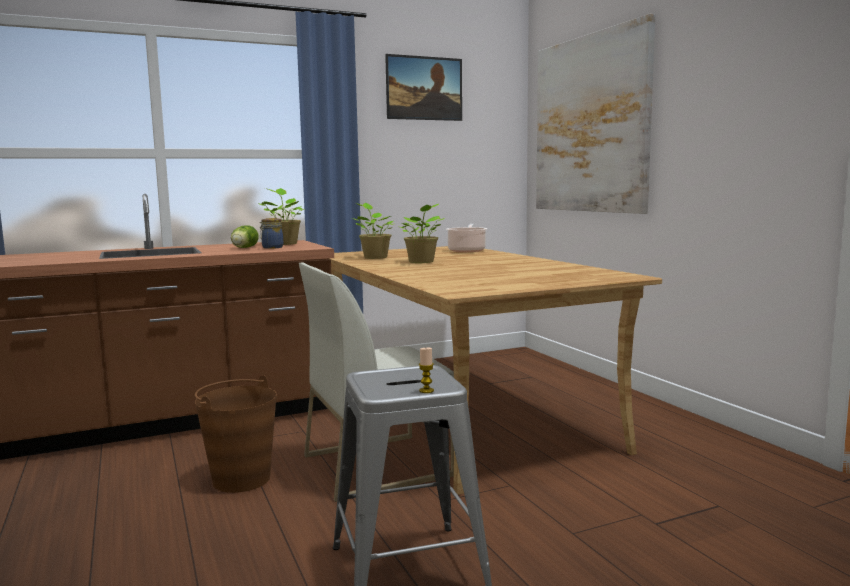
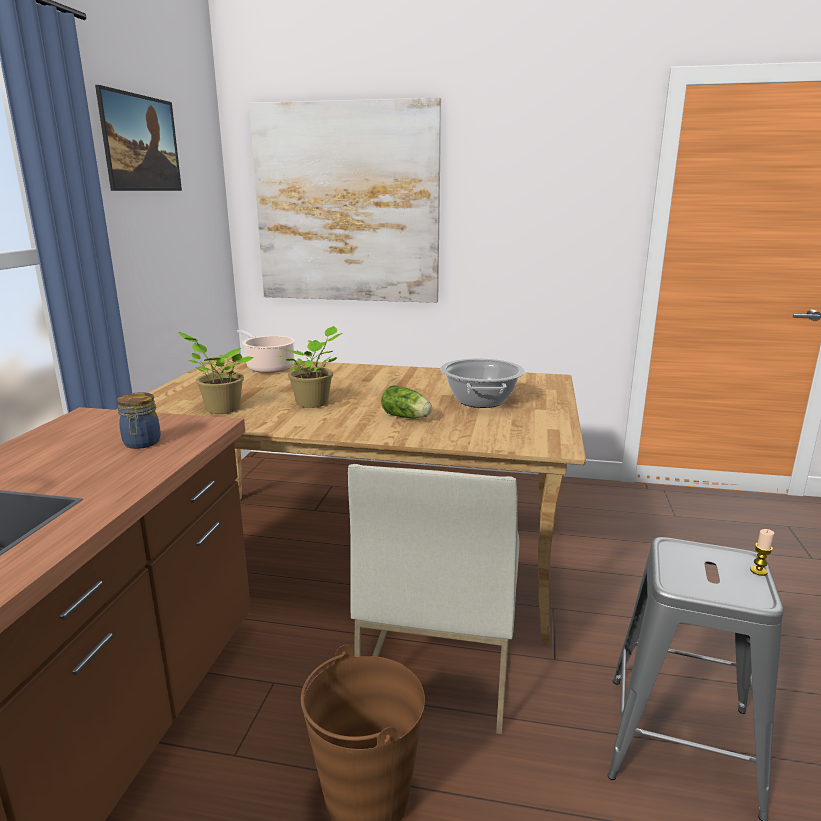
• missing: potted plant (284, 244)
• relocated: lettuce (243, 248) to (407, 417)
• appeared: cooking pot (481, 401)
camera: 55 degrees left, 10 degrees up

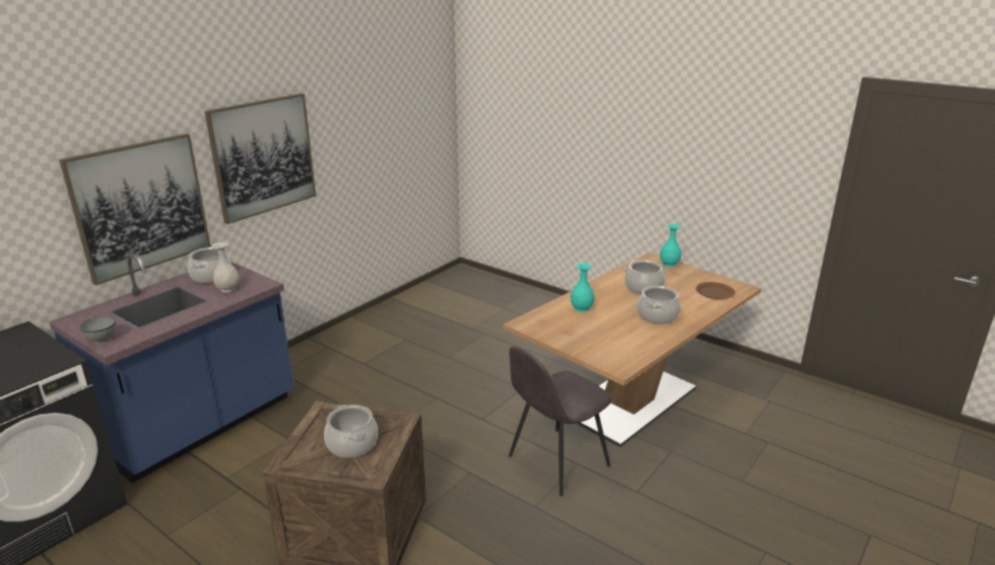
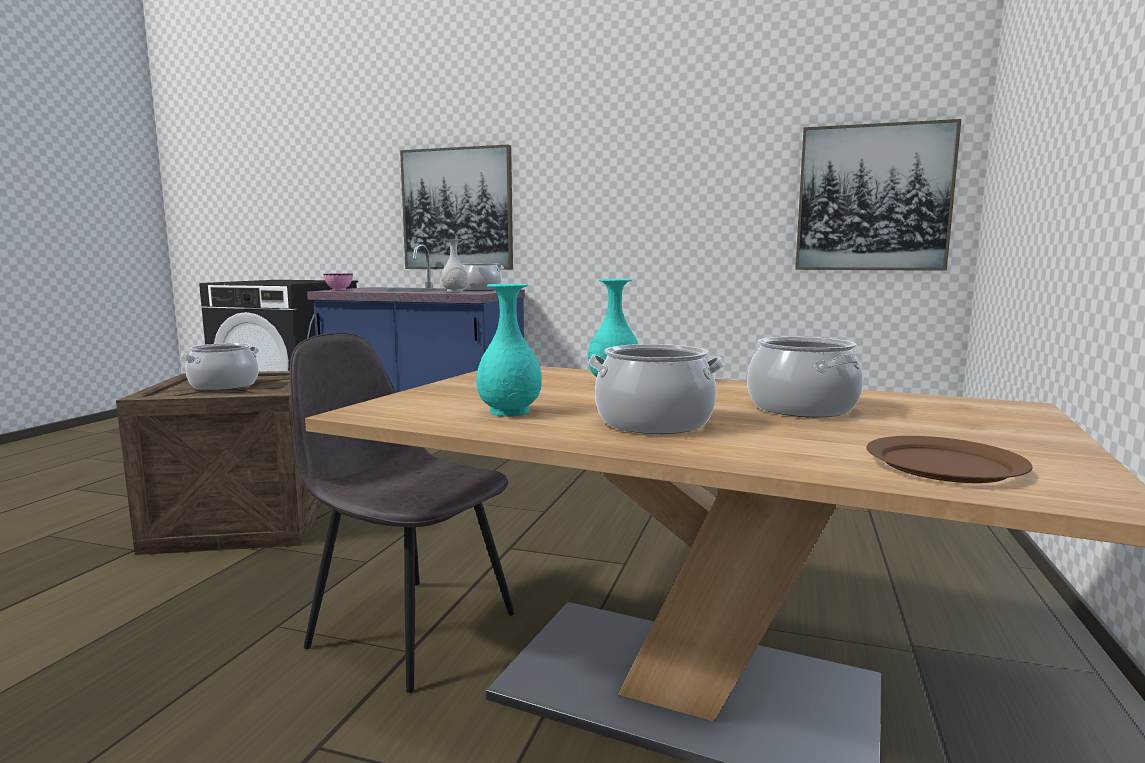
• relocated: picture (263, 156) to (873, 198)
• relocated: turquoise vase (669, 264) to (510, 412)
• colour: grey bowl (102, 339) to pink bowl (339, 289)
camera: 70 degrees right, 15 degrees down

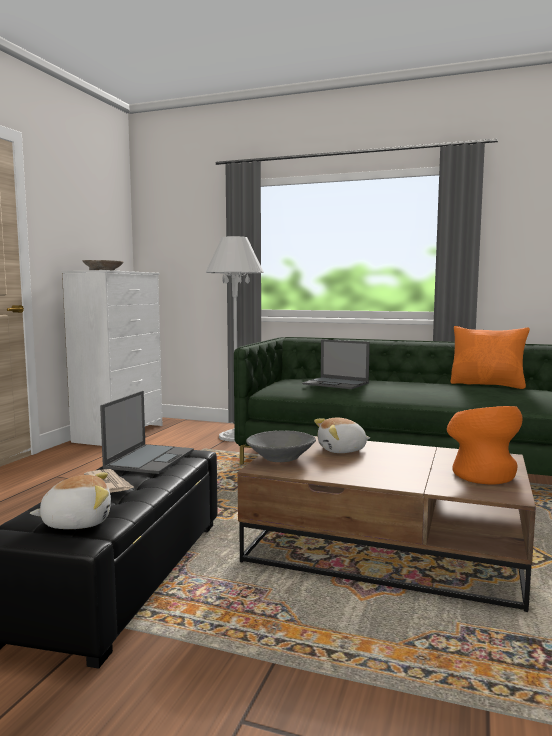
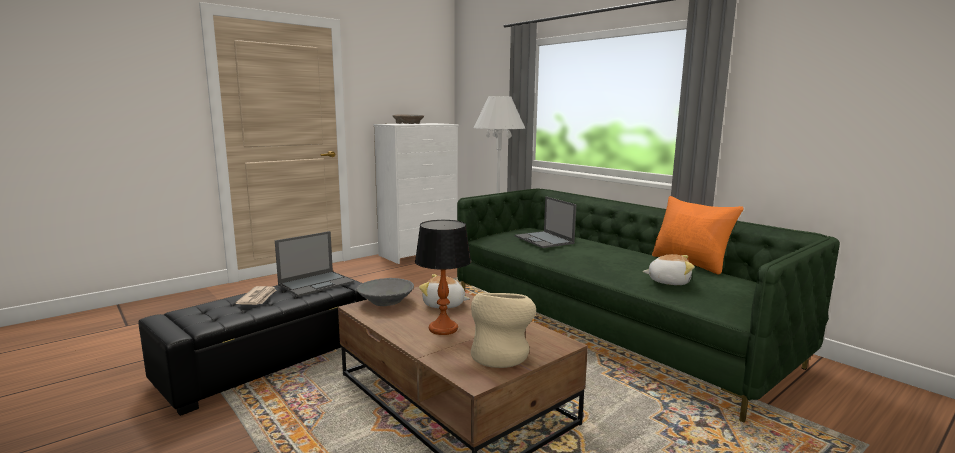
• colour: orange vase (481, 474) to beige vase (500, 354)
• relocated: plush toy (77, 522) to (668, 281)
• appeared: table lamp (443, 329)
camera: 30 degrees right, 5 degrees up

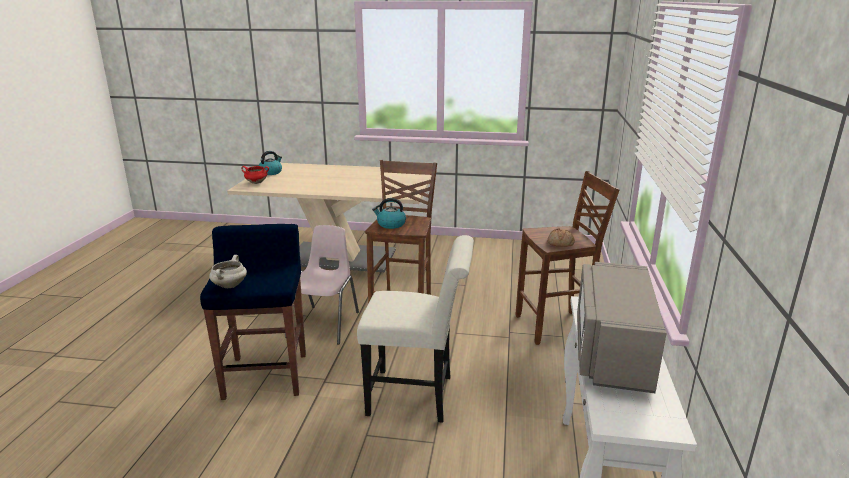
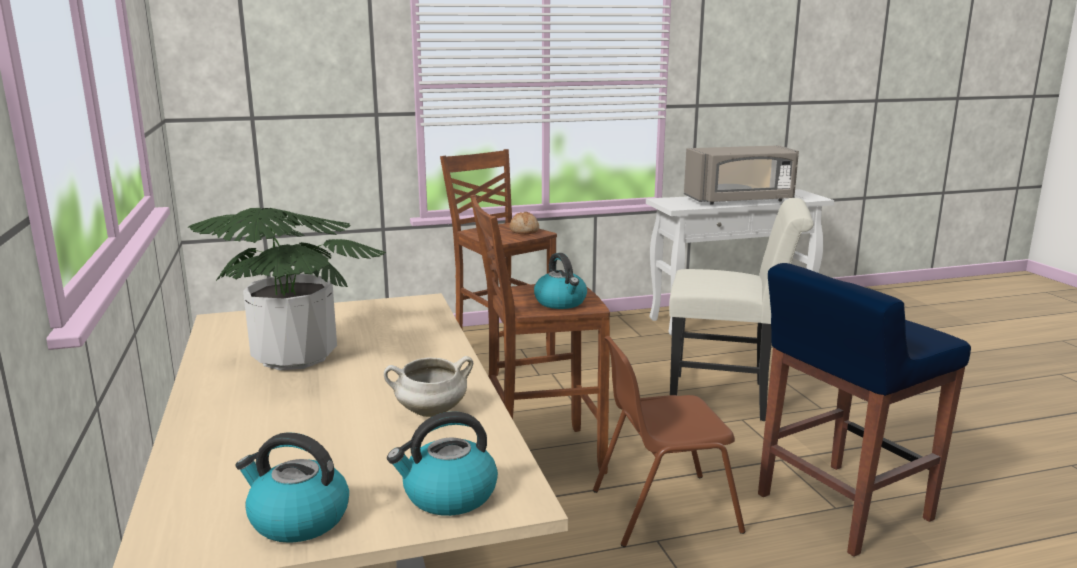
• exchanged: red cooking pot (256, 183) to kettle (448, 495)
• colour: pink chair (325, 324) to brown chair (662, 510)
• spun: white chair (417, 396) = (728, 398) 120 degrees clockwise
• relocated: white cooking pot (229, 285) to (430, 412)
• appeared: potted plant (295, 357)
camera: 115 degrees left, 5 degrees down

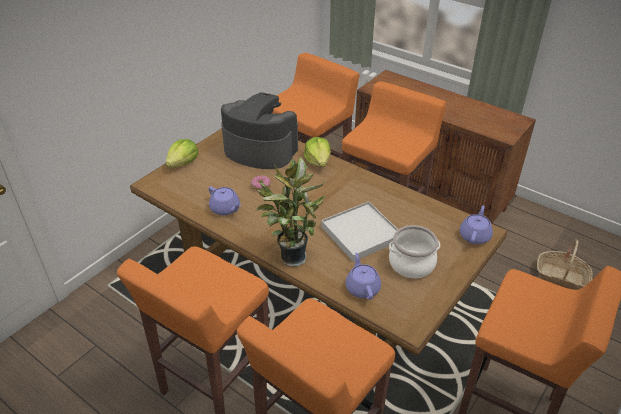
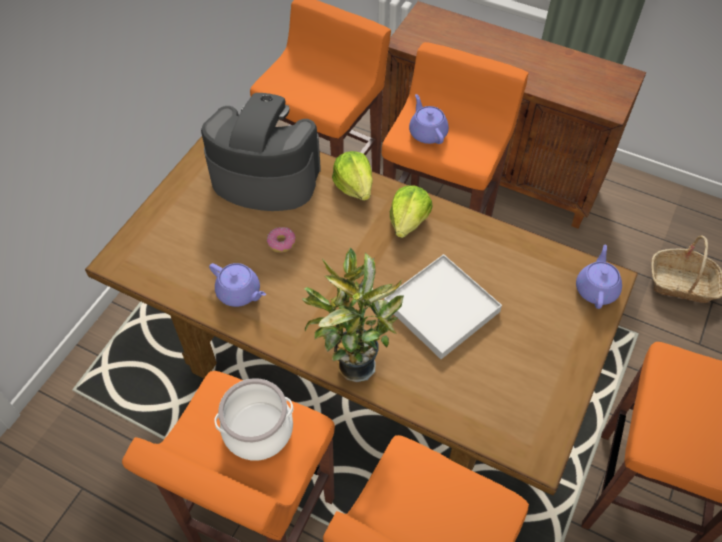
• relocated: lettuce (183, 163) to (408, 221)
• relocated: cooking pot (411, 264) to (258, 431)
• relocated: purple teapot (362, 287) to (427, 132)
camera: 10 degrees left, 15 degrees up

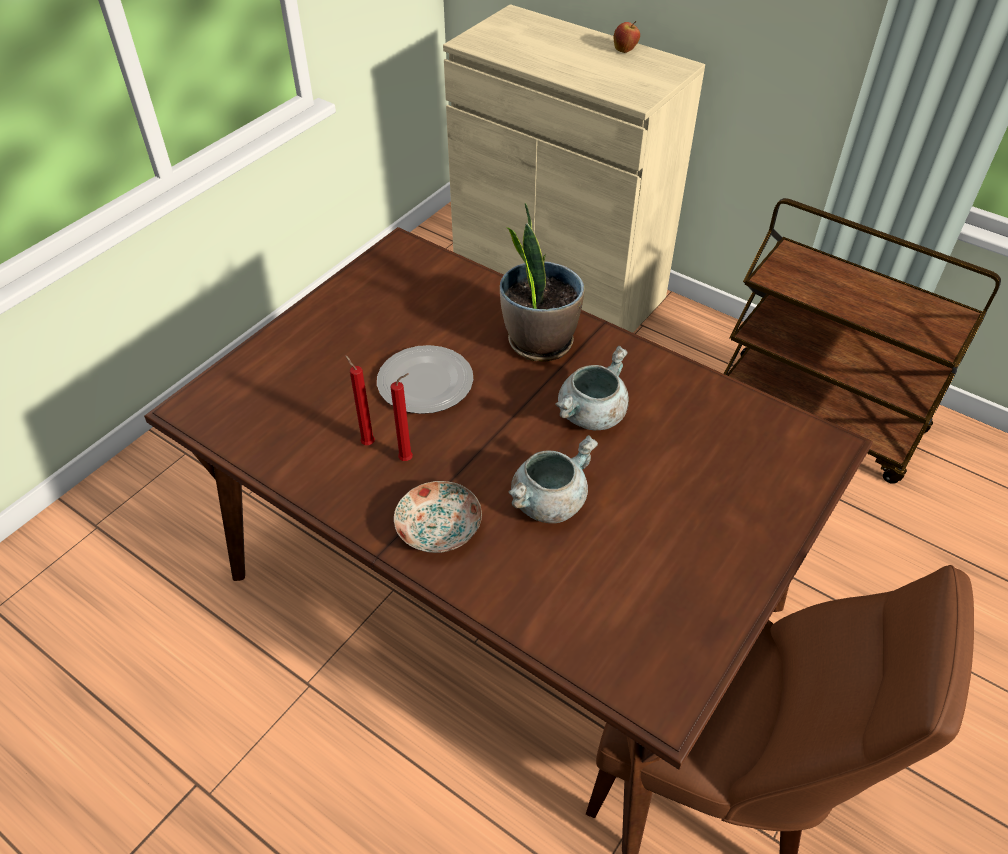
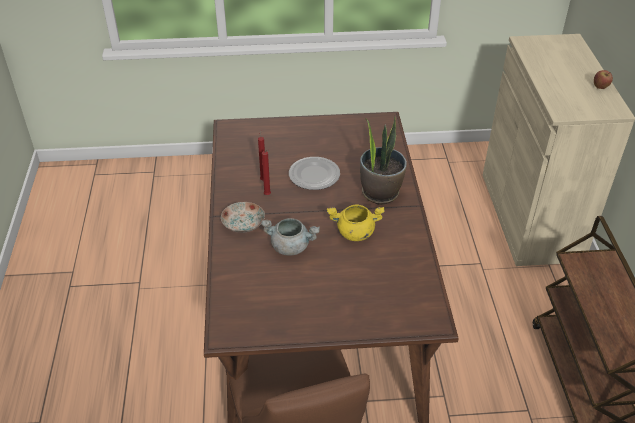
• colour: grey cooking pot (591, 416) to yellow cooking pot (354, 233)
camera: 50 degrees right, 5 degrees down

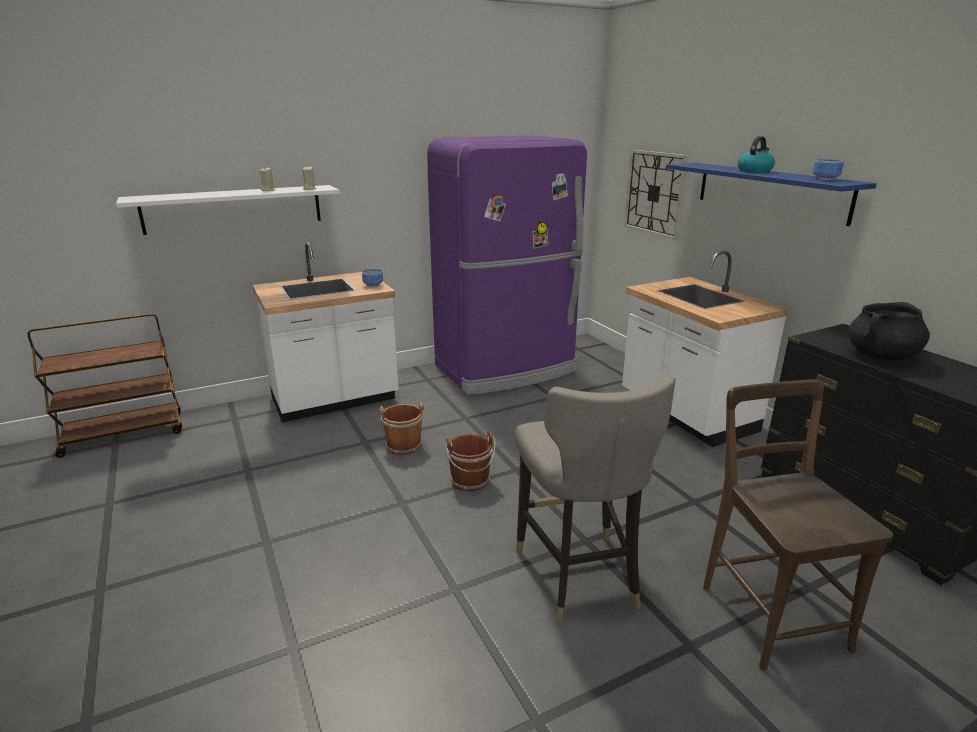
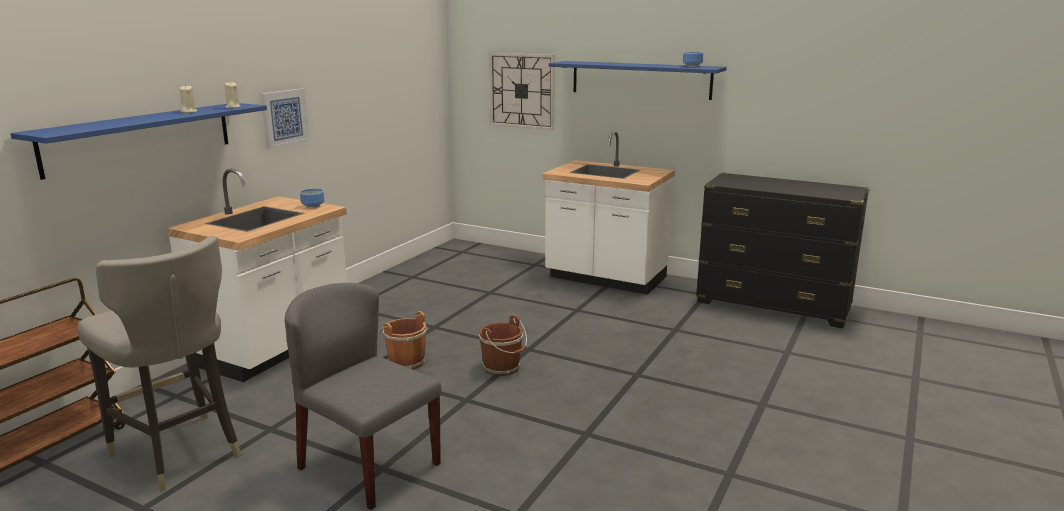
• missing: purple fridge (506, 369)
• missing: kettle (754, 171)
• colour: white shelf (234, 209) to blue shelf (141, 137)
• missing: black cooking pot (881, 356)
• relocated: grey stool (578, 577) to (179, 453)
• missing: brown chair (768, 611)
• appeared: picture (284, 118)
• appeared: grey chair (368, 465)
camera: 35 degrees left, 5 degrees down

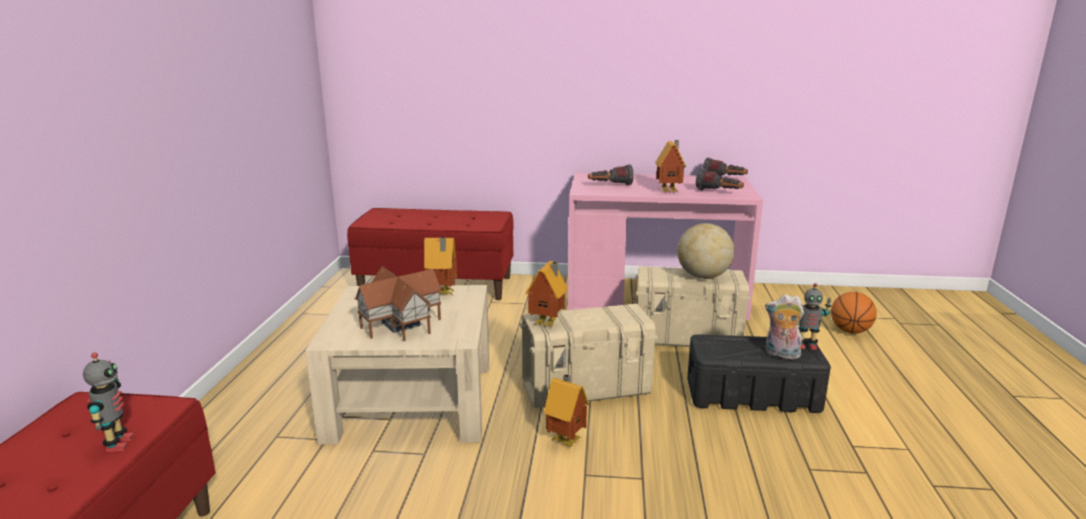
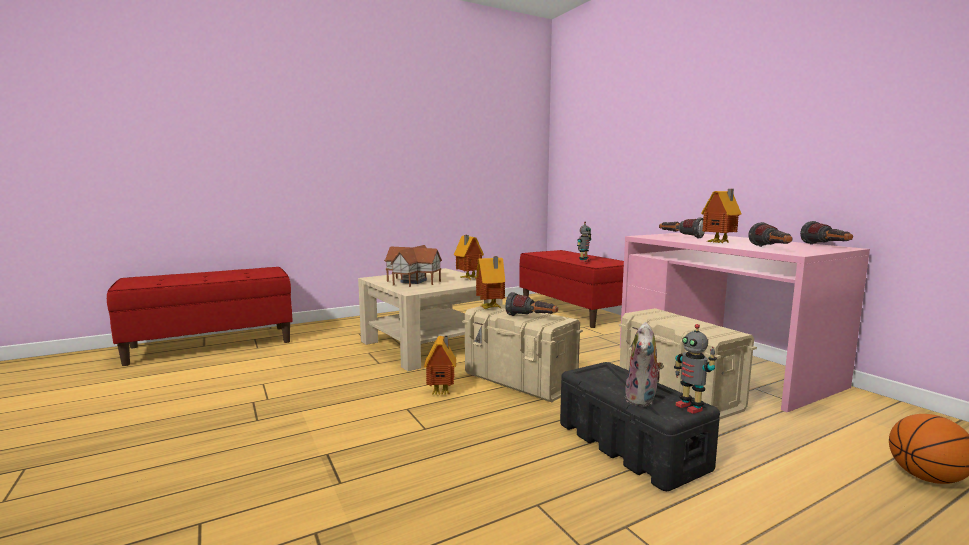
• missing: globe (703, 276)
• spun: plush toy (781, 354) = (643, 399) 150 degrees counterclockwise
• relocated: toy robot (117, 444) to (583, 261)
• appeared: flashlight (532, 318)
camera: 55 degrees right, 10 degrees down

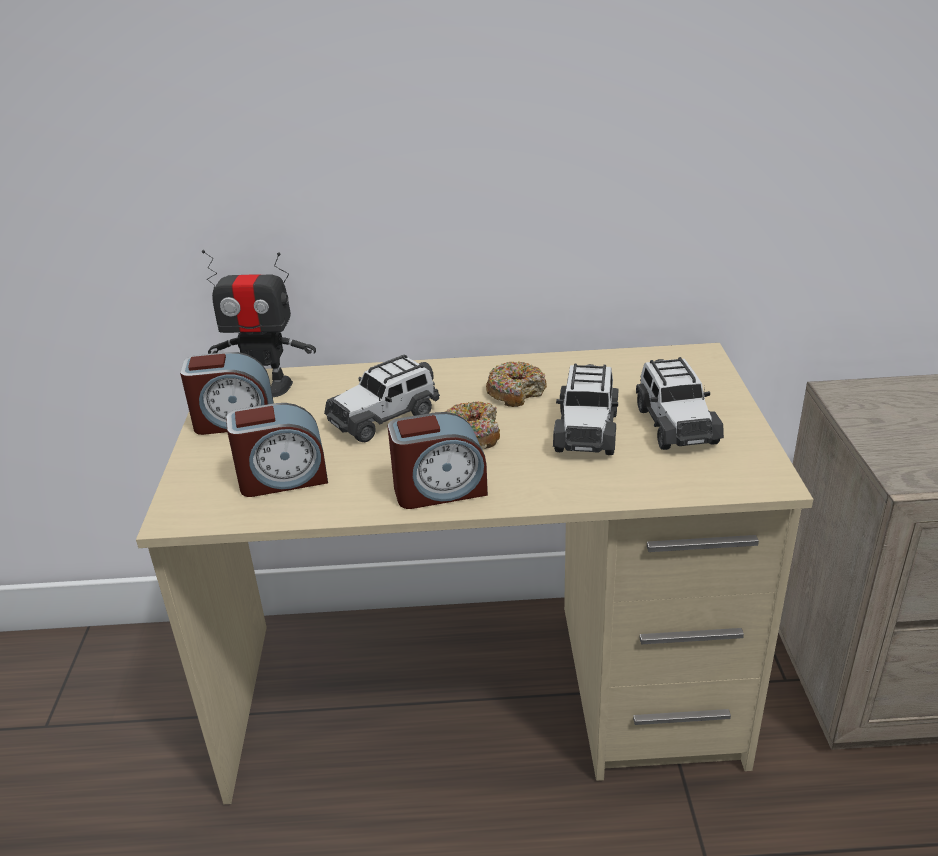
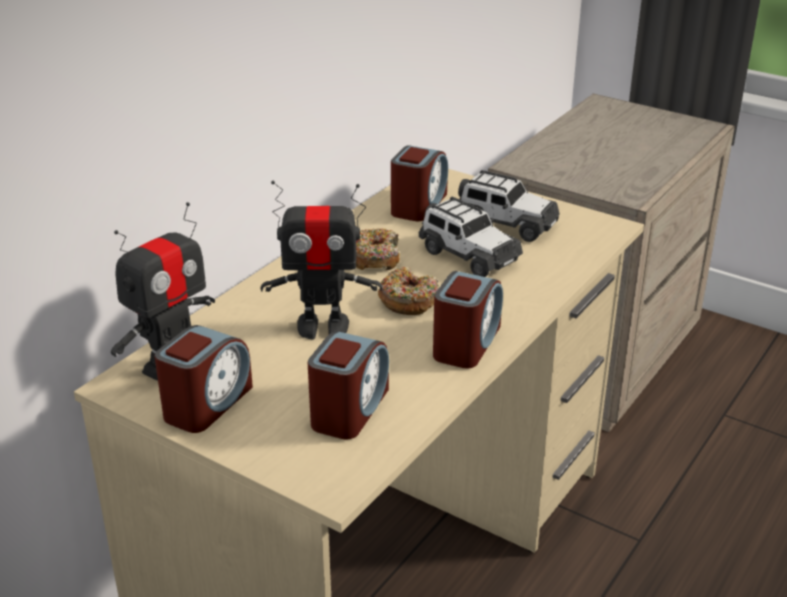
• exchanged: toy car (384, 417) to toy robot (322, 327)
• appeared: alarm clock (418, 205)
camera: 55 degrees left, 0 degrees up

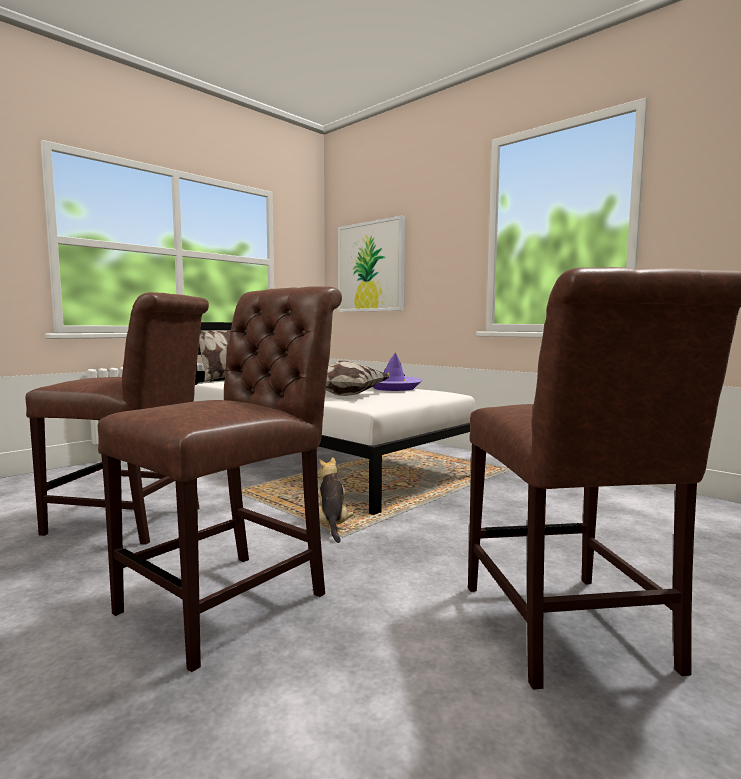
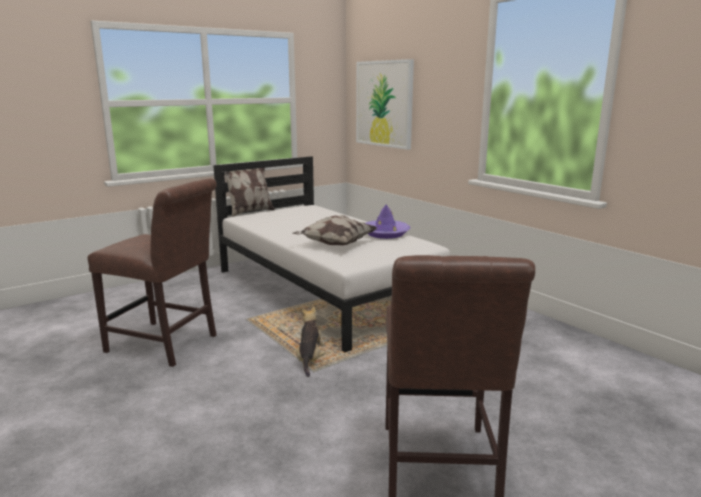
• missing: brown chair (234, 599)
camera: 10 degrees right, 10 degrees up

